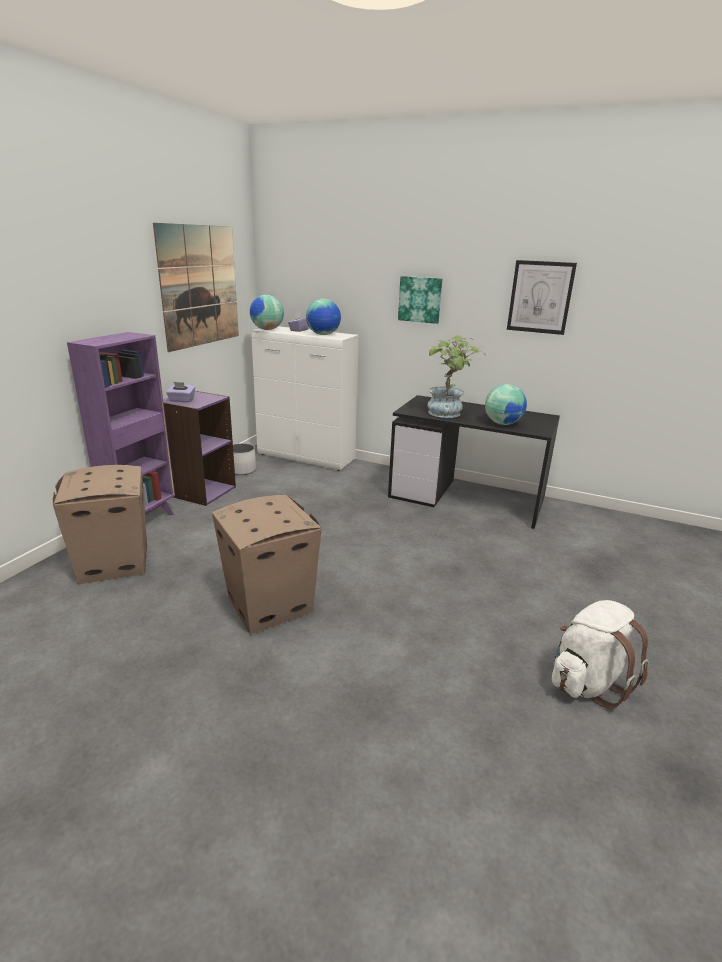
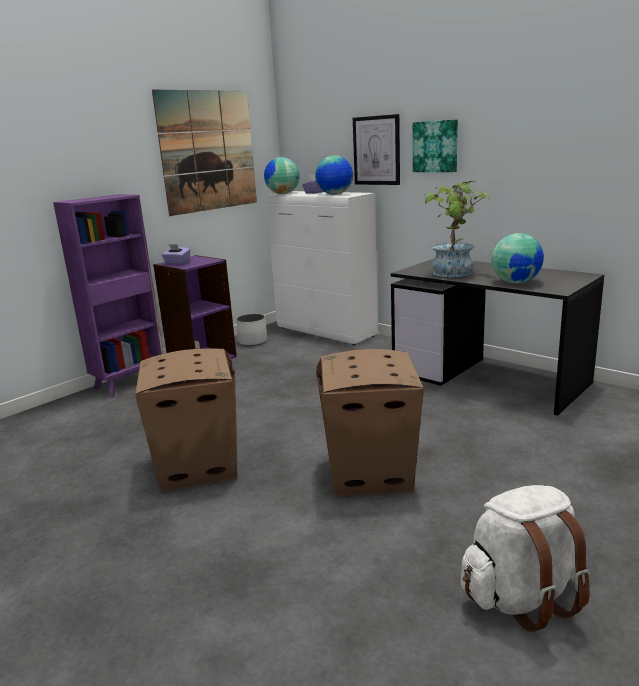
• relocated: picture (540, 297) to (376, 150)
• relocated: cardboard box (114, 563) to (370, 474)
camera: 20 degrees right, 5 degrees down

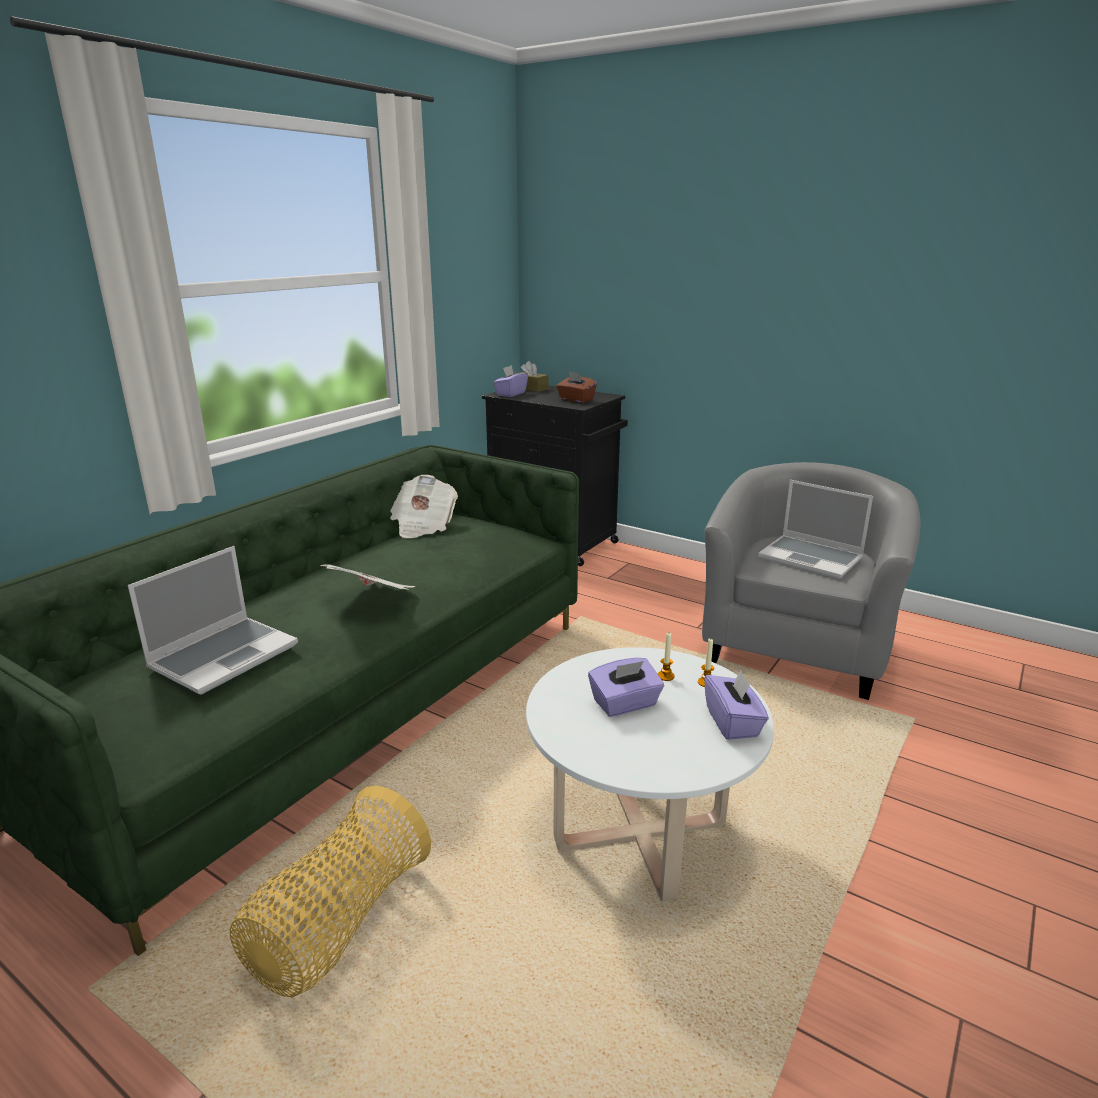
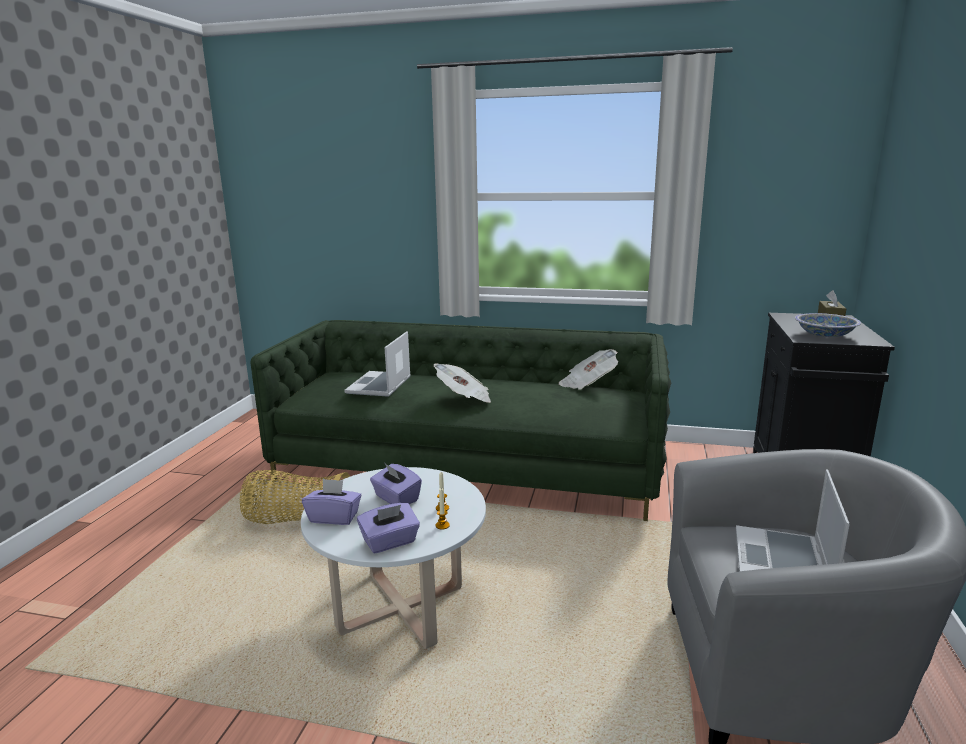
• relocated: purple tissue box (510, 394) to (334, 517)
• exchanged: brown tissue box (576, 400) to bowl (825, 335)
• spun: laptop (224, 655) = (380, 386) 90 degrees clockwise
camera: 70 degrees right, 5 degrees down

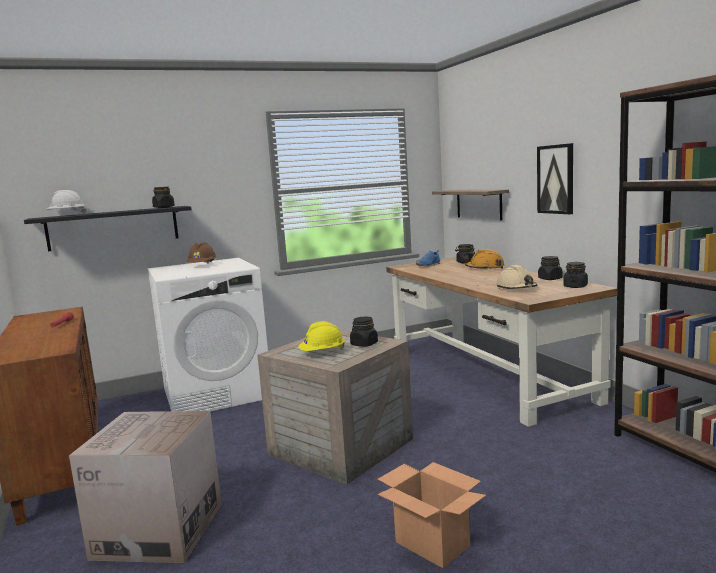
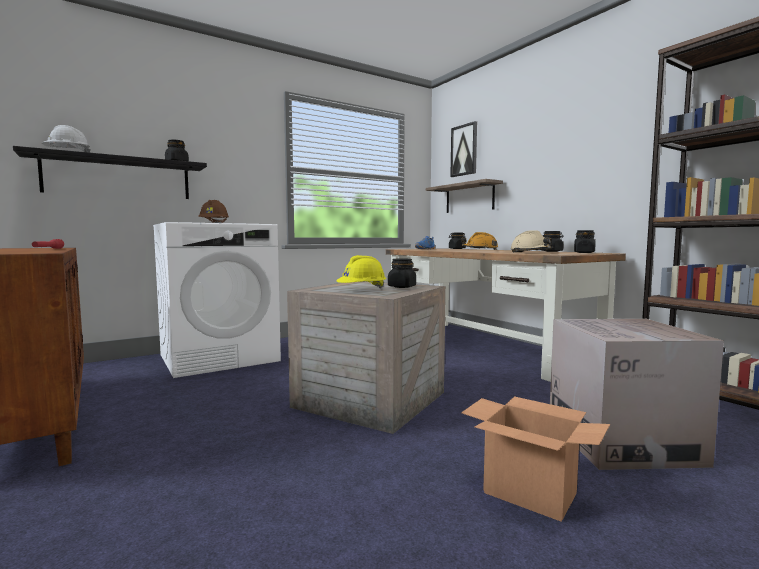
• relocated: picture (556, 179) to (464, 150)
• relocated: cardboard box (158, 530) to (621, 441)
camera: 10 degrees left, 5 degrees down

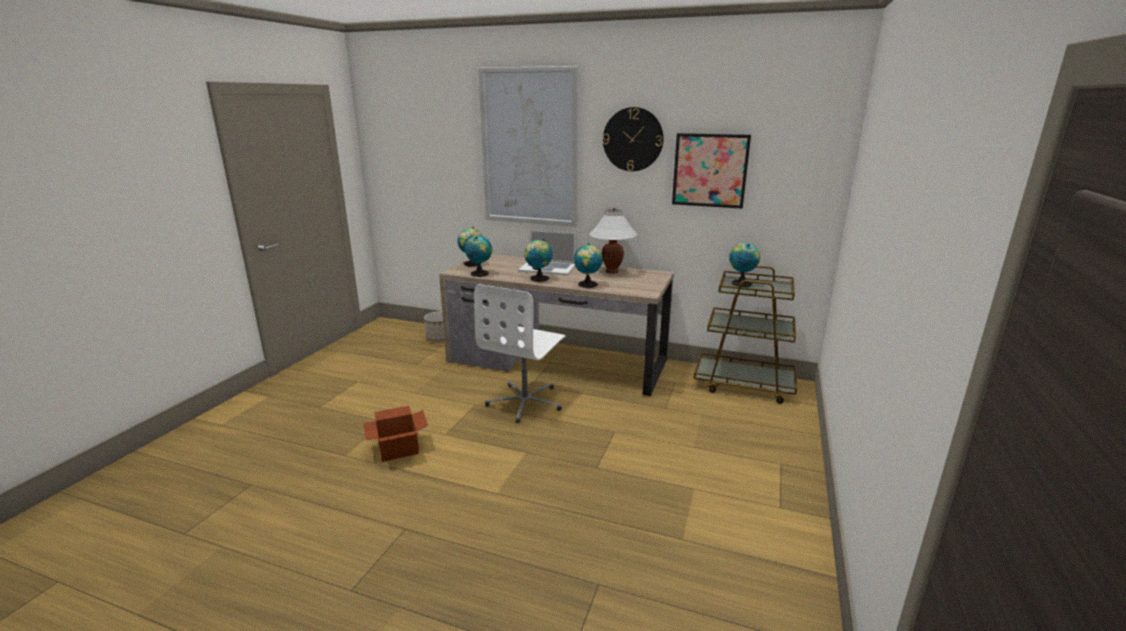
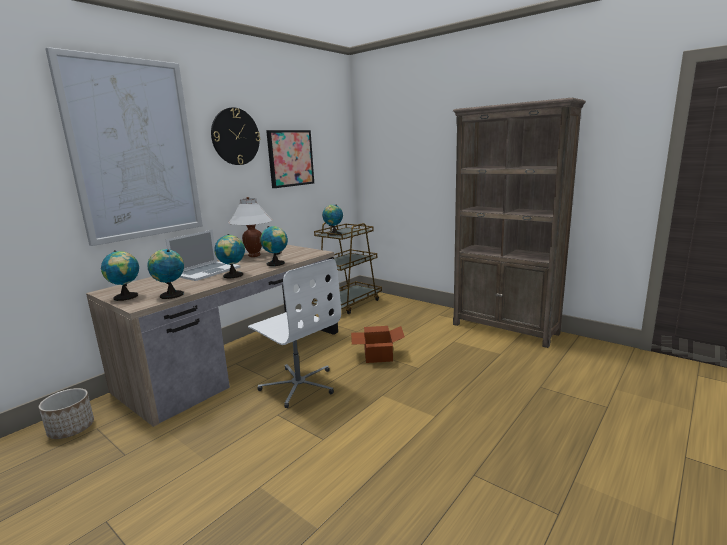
• relocated: cardboard box (399, 447) to (377, 355)
• appeared: brown bookcase (505, 329)
camera: 70 degrees left, 5 degrees down

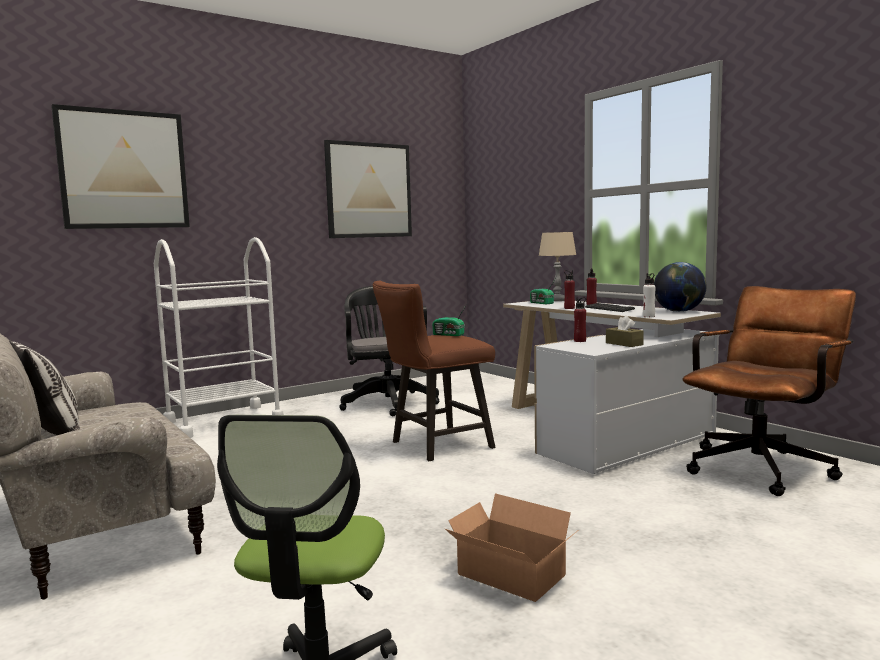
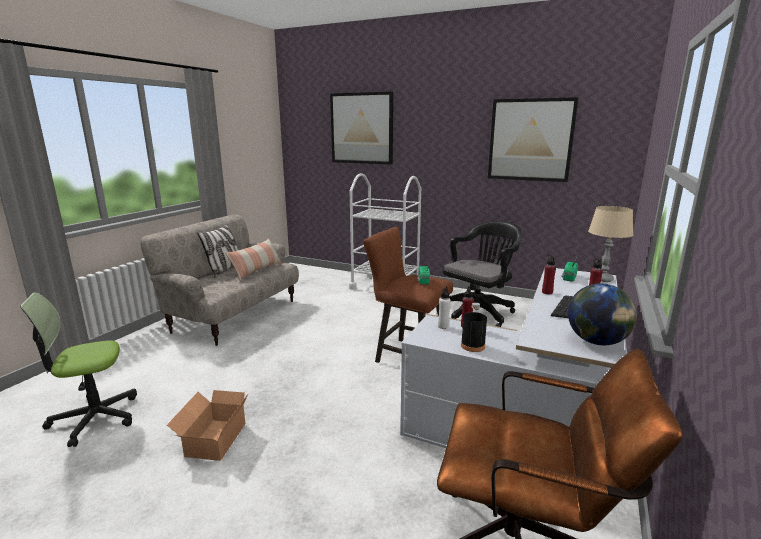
• relocated: white bottle (648, 316) to (443, 326)
• exchanged: brown tissue box (624, 344) to black bottle (473, 346)
• appeared: pillow (257, 270)
camera: 60 degrees right, 10 degrees up

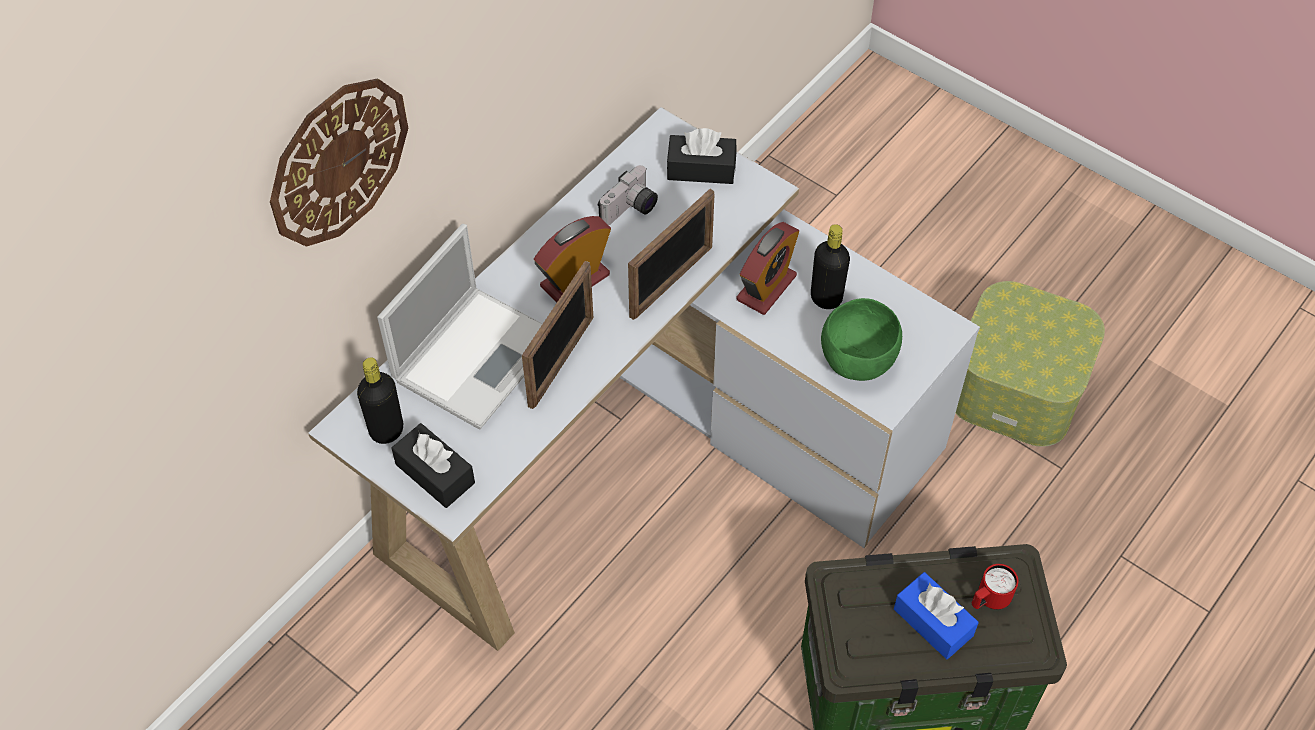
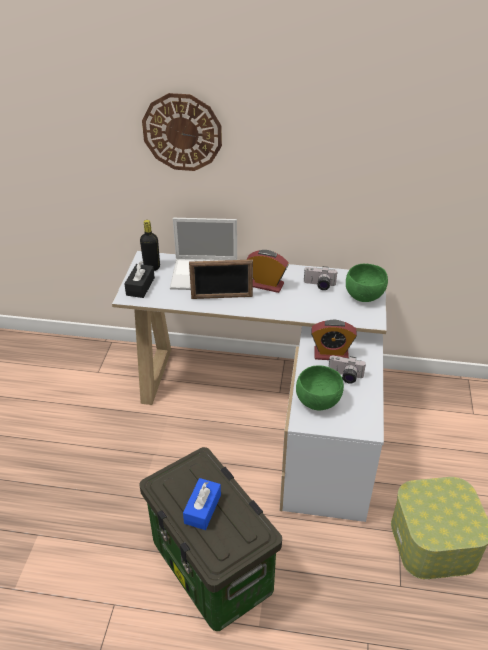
• exchanged: black tissue box (701, 169) to green bowl (363, 296)
• missing: picture frame (672, 281)
• exchanged: black bottle (826, 298) to photo camera (345, 376)
• missing: red mug (989, 600)
camera: 60 degrees right, 15 degrees down

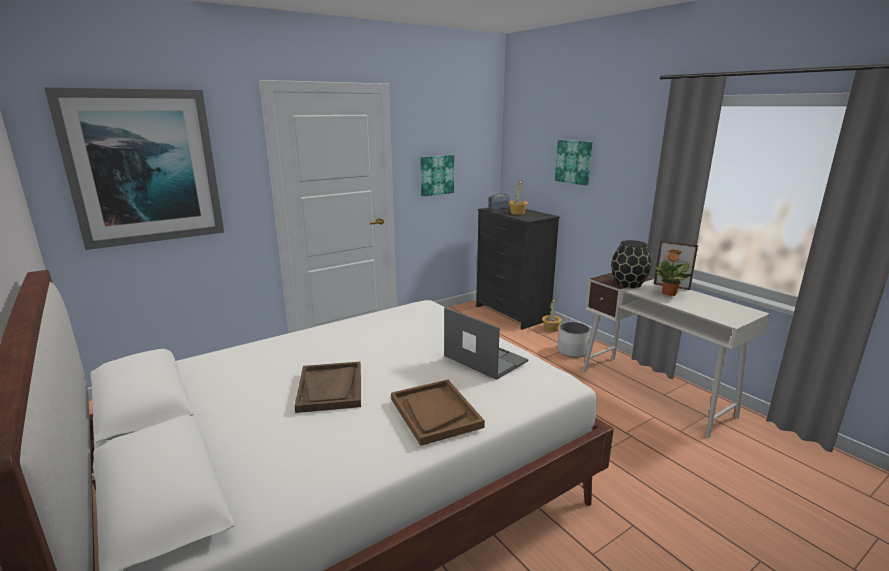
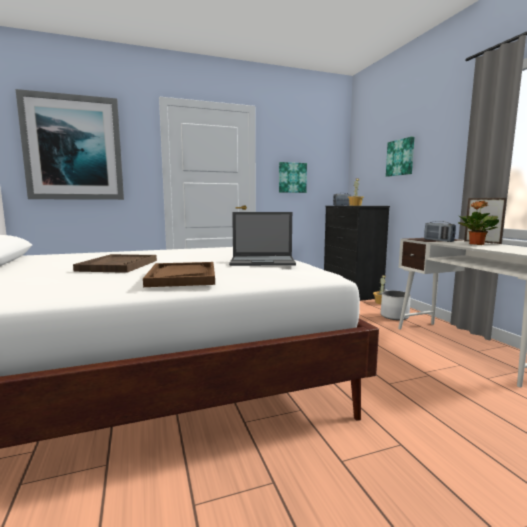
• exchanged: black vase (629, 284) to radio (438, 240)
• spun: laptop (484, 358) = (263, 261) 120 degrees clockwise
camera: 15 degrees right, 10 degrees down

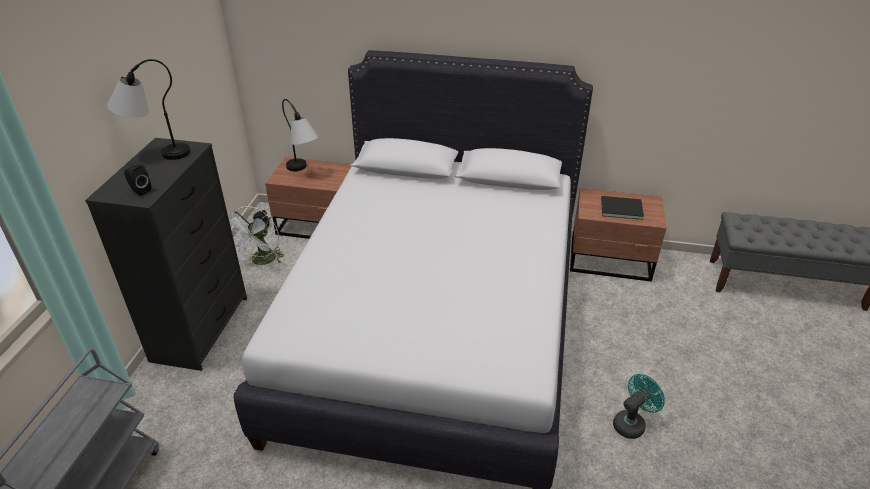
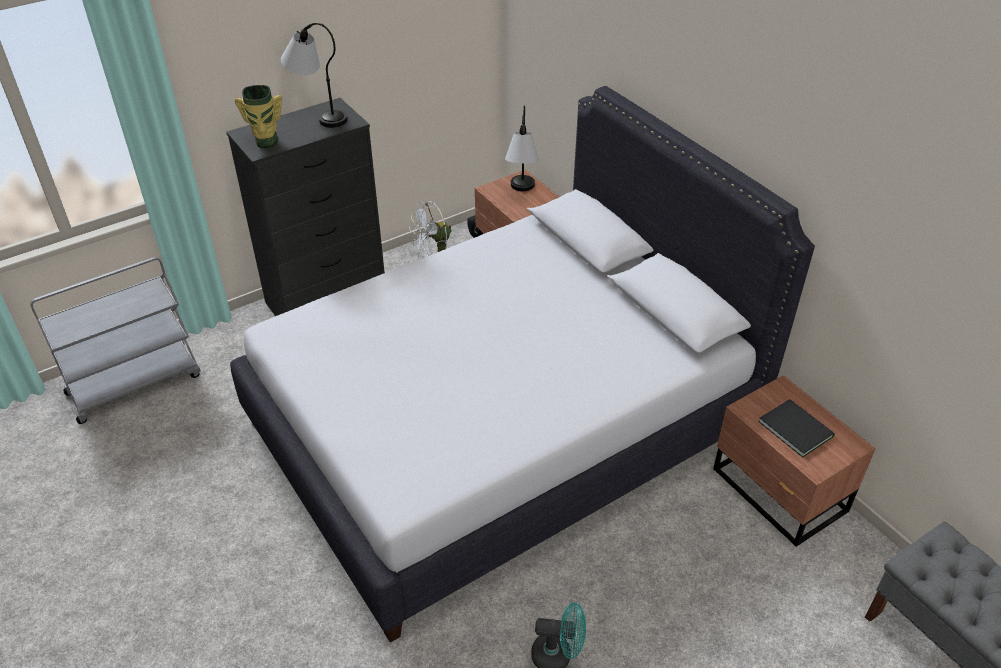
• exchanged: black speaker (139, 190) to vase (266, 142)
camera: 45 degrees right, 5 degrees up

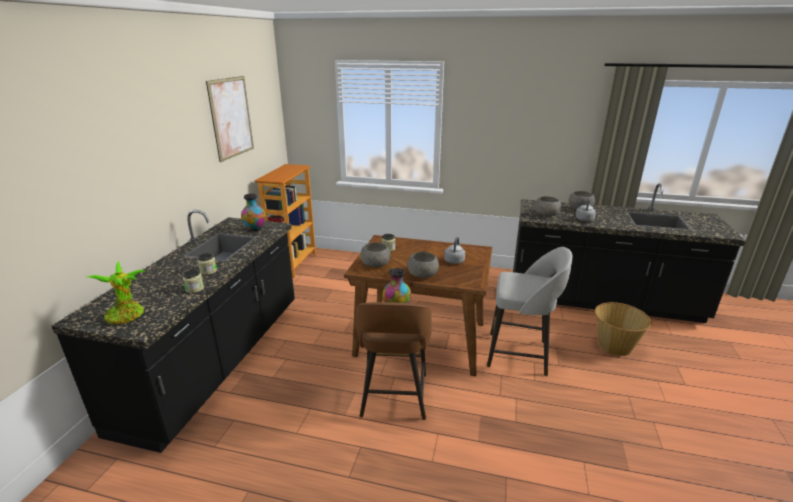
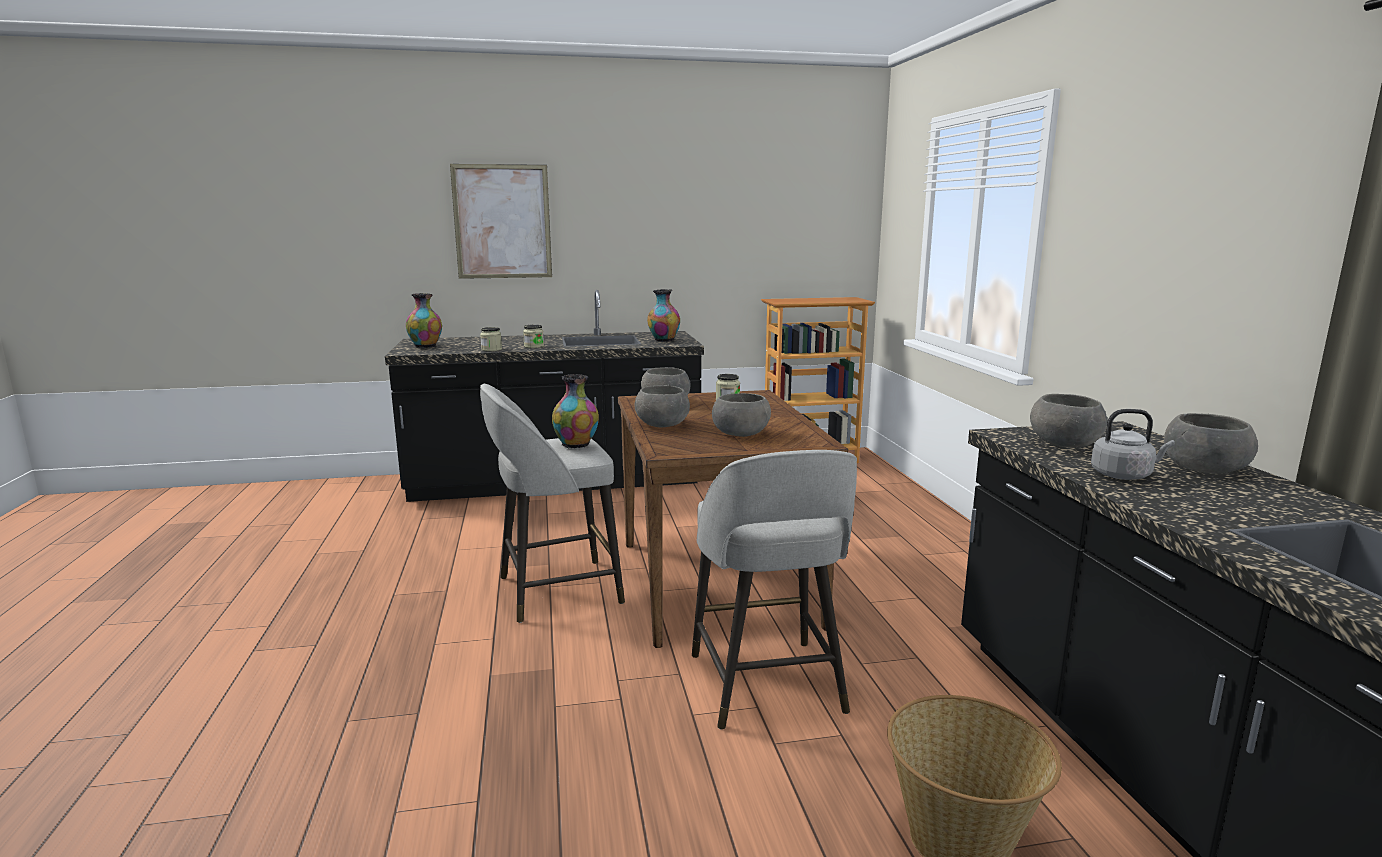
• relocated: picture (231, 118) to (502, 222)
• exchanged: grey kettle (454, 260) to grey bowl (741, 433)
• exchanged: potted plant (127, 316) to vase (426, 346)
• colour: brown stool (394, 397) to grey stool (555, 590)
camera: 65 degrees right, 10 degrees down

